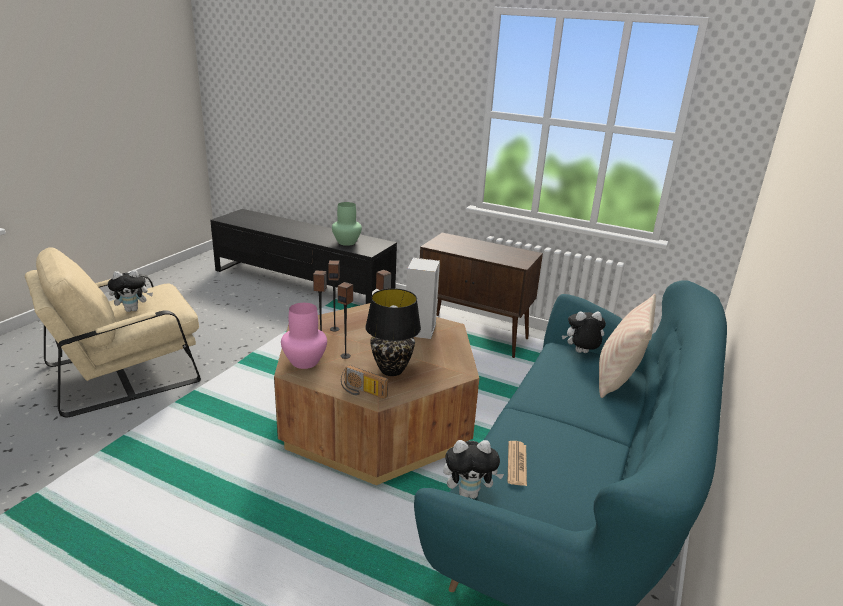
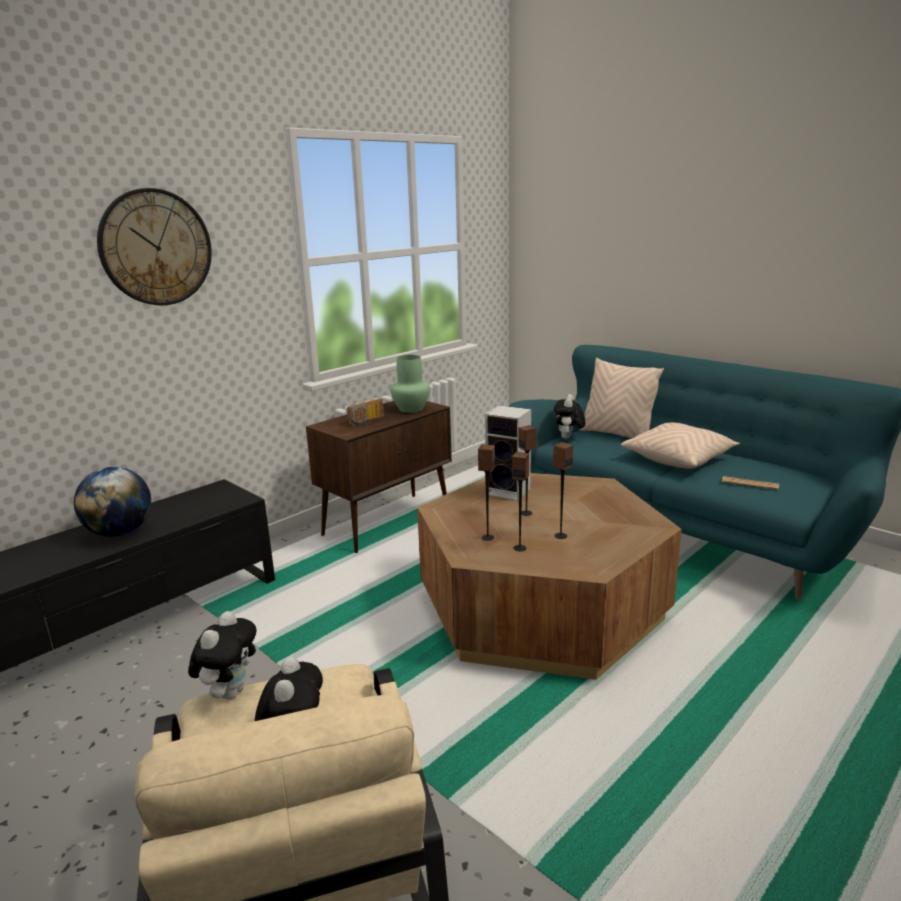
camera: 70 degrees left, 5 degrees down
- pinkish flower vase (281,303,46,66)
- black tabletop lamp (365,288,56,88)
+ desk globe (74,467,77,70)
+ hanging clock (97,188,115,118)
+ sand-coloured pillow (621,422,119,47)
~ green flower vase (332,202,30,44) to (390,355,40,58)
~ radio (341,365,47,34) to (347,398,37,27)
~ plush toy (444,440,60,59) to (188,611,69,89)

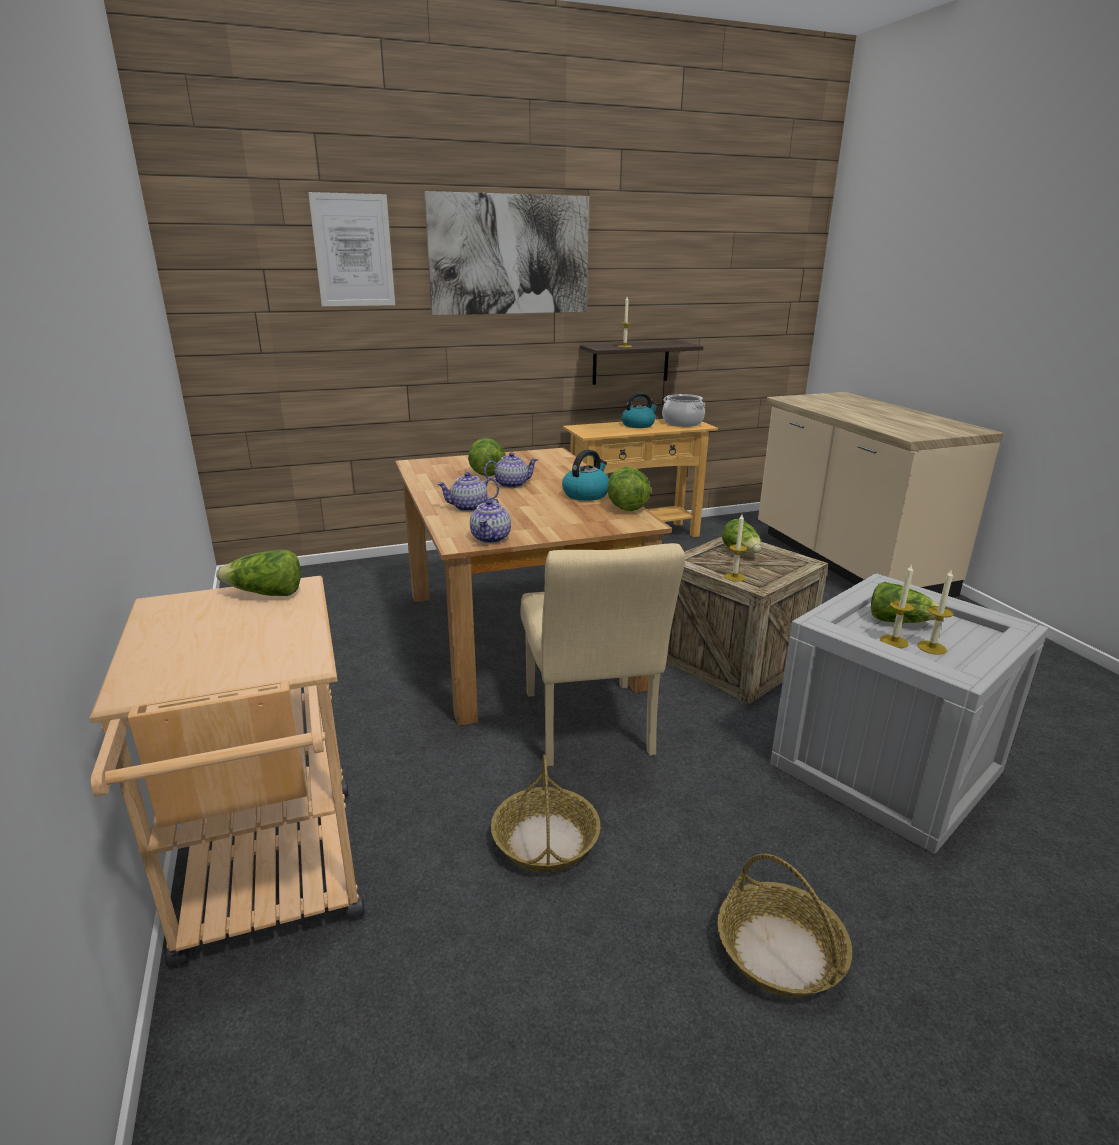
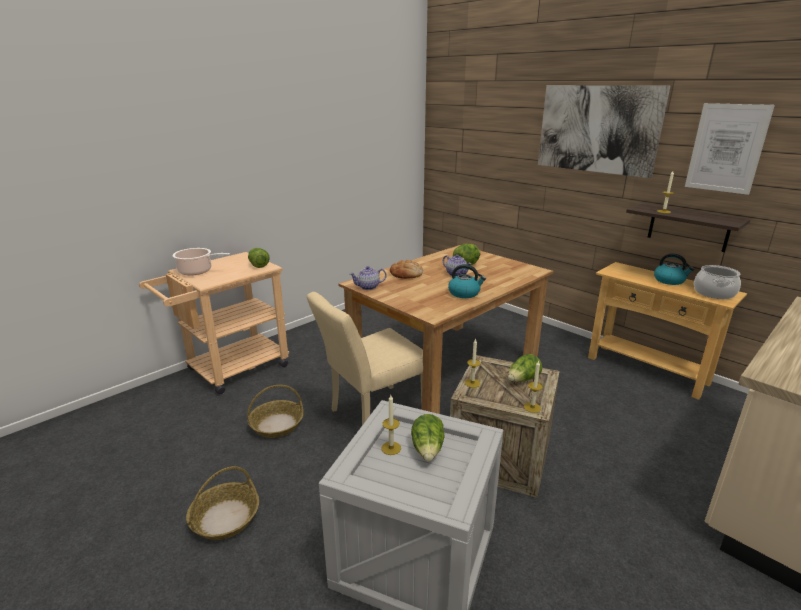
camera: 65 degrees right, 0 degrees up
- lettuce head (608,467,43,44)
+ saucepot (172,248,58,28)
~ wall picture (308,192,87,114) to (685,103,90,92)
~ candle (917,570,36,85) to (524,360,19,53)
~ teapot (437,472,62,40) to baked bread (390,260,33,19)

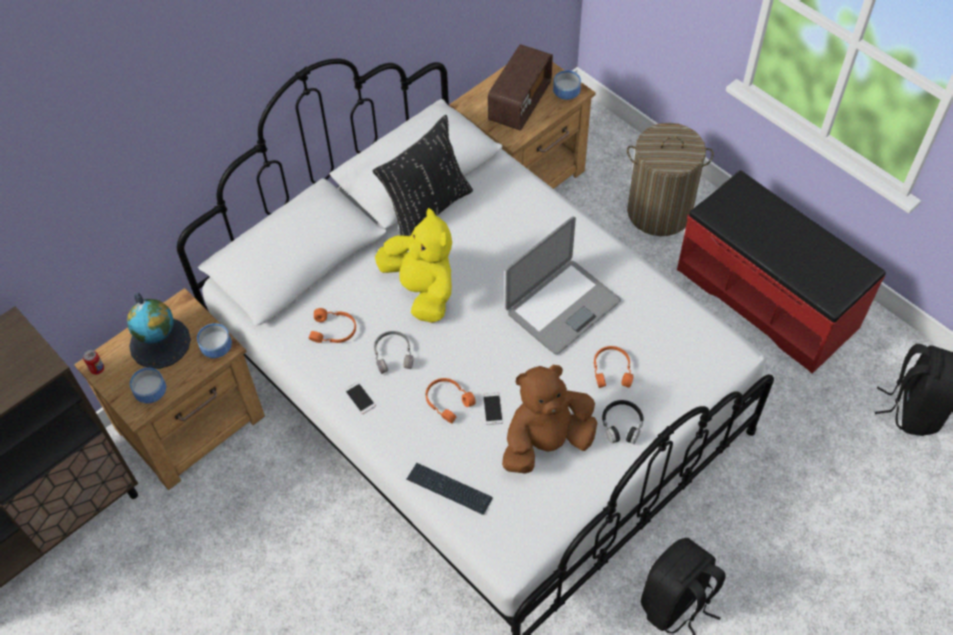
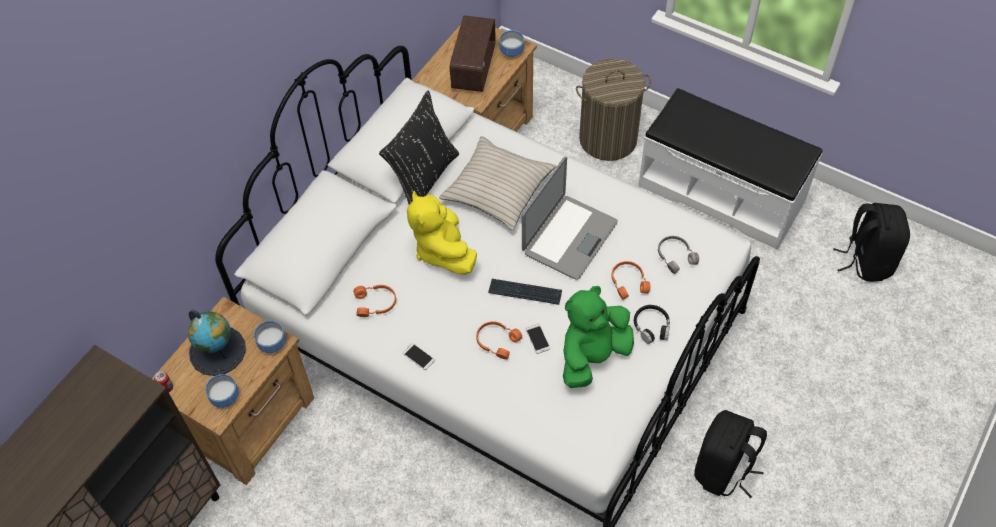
camera: 15 degrees left, 0 degrees up
+ sand-coloured pillow (439,136,117,94)
~ grey headphones (374,331,39,43) to (658,236,41,38)
~ keyboard (407,463,86,52) to (488,279,74,26)
~ brown-coloured plush toy (502,365,95,109) to green plush toy (563,286,71,102)
~ reddish bench (677,170,209,204) to white bench (638,88,185,162)
~ yellow-coloured plush toy (375,208,77,115) = (407,191,70,84) 150 degrees counterclockwise

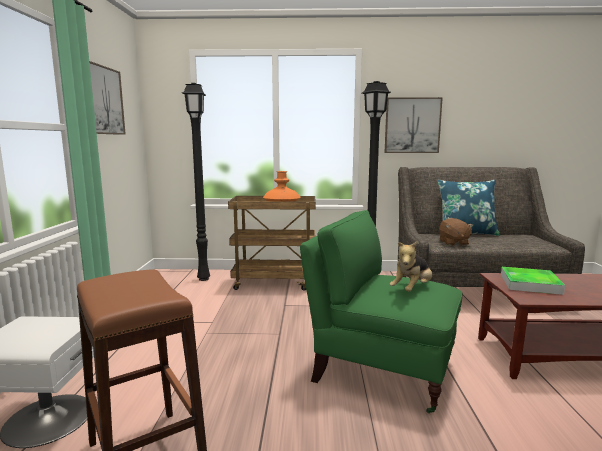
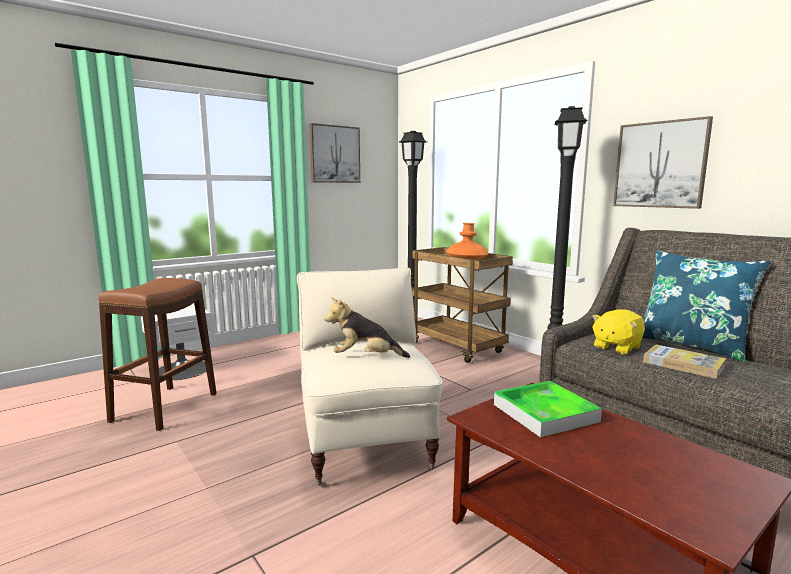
camera: 50 degrees right, 0 degrees up
+ volume (643,344,83,35)
~ green armchair (300,210,163,203) to sand-coloured armchair (297,268,145,217)
~ brown-coloured plush toy (439,218,35,28) to yellow-coloured plush toy (592,309,53,46)

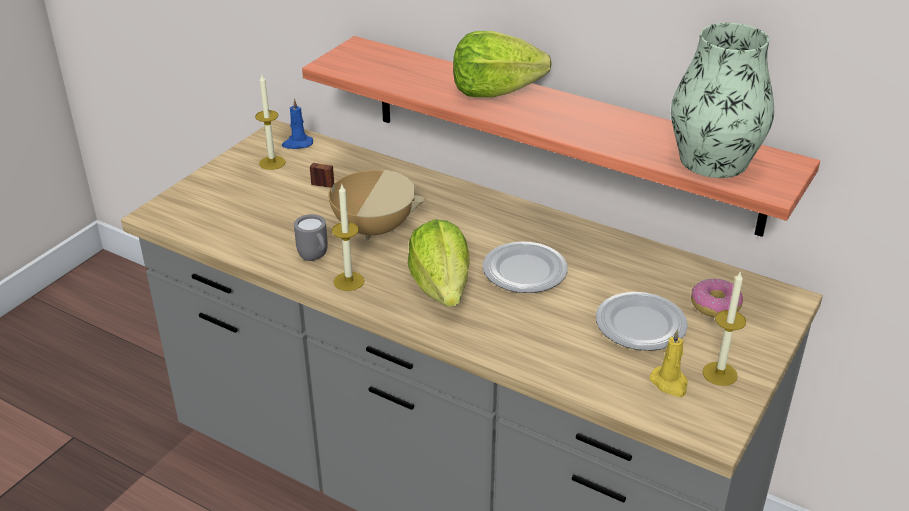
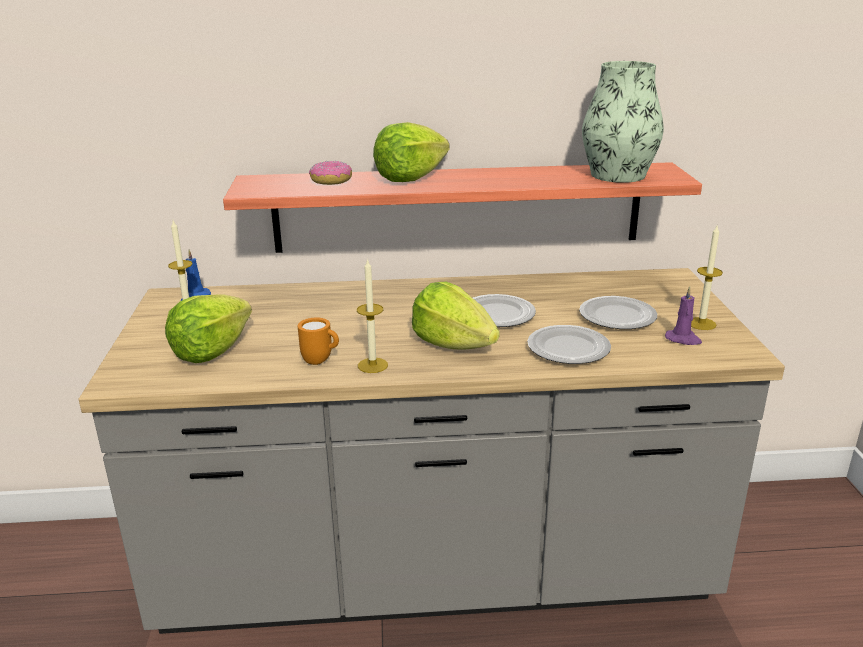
camera: 35 degrees left, 10 degrees down
- sand-coloured saucepot (310,163,115,77)
+ lettuce head (165,294,87,69)
+ flat dish (527,325,84,39)
~ ring doughnut (691,279,52,38) to (309,161,43,24)
~ grey mug (294,214,34,47) to orange-coloured mug (298,318,41,47)
~ yellow-coloured candle (650,329,38,68) to purple-coloured candle (665,286,37,59)

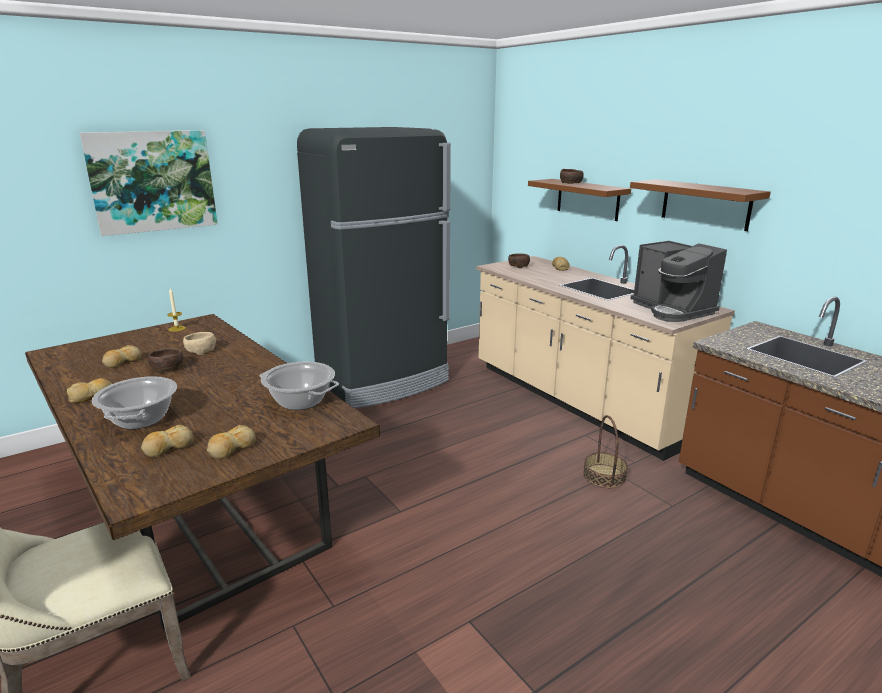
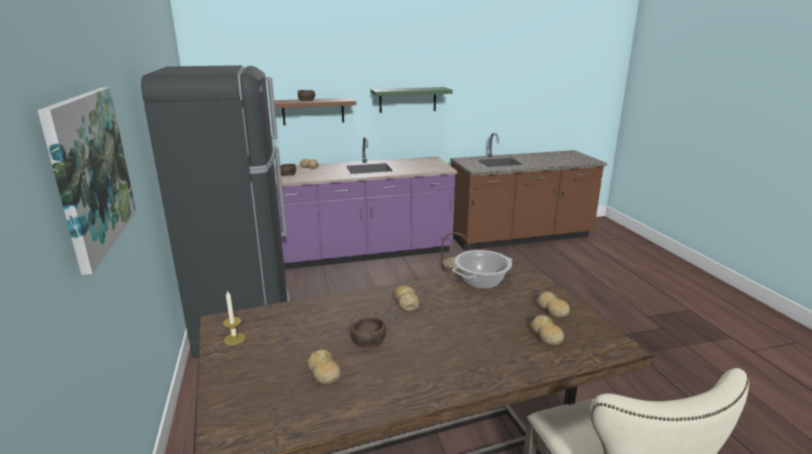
camera: 70 degrees left, 0 degrees up
- saucepot (92,376,85,53)
- sand-coloured serving bowl (183,332,33,23)
- coffee maker (630,241,97,81)
~ baked bread (67,378,45,25) to (394,286,25,25)
~ sand-coloured kitchen base unit (476,245,259,216) to purple-coloured kitchen base unit (274,136,184,134)
~ brown-coloured shelf (630,179,141,52) to green shelf (370,87,82,26)

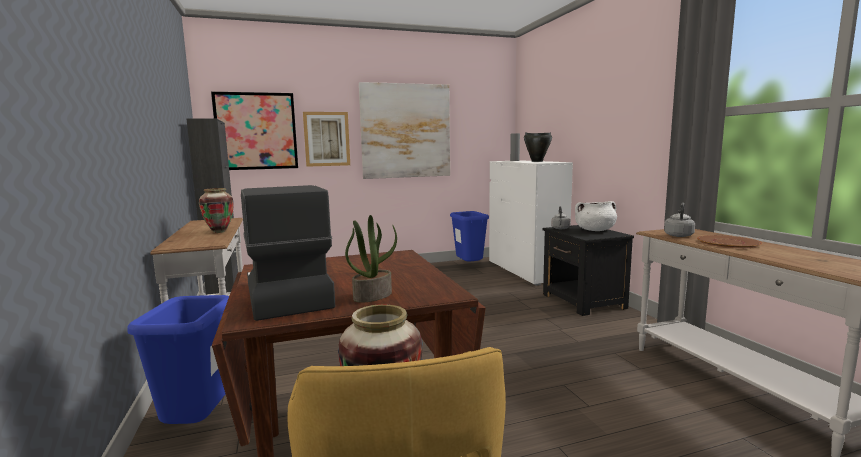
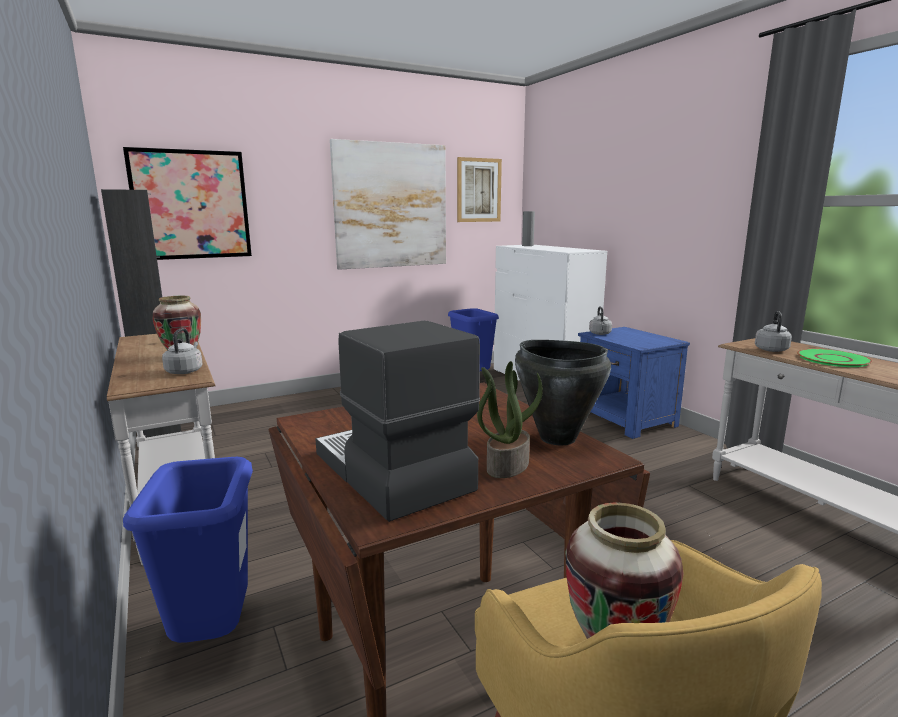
camera: 10 degrees left, 5 degrees up
- white saucepot (575,201,42,30)
+ grey kettle (162,328,41,46)
~ wall picture (303,112,47,55) to (457,157,45,65)
~ black saucepot (524,132,28,30) to (515,340,96,106)
~ black nightstand (543,225,91,91) to bluish nightstand (578,327,112,112)
~ brown-coloured flat dish (697,235,65,13) to green flat dish (797,349,76,18)

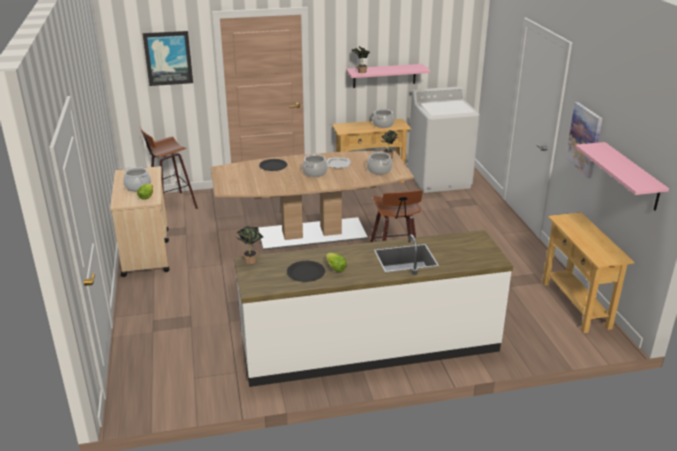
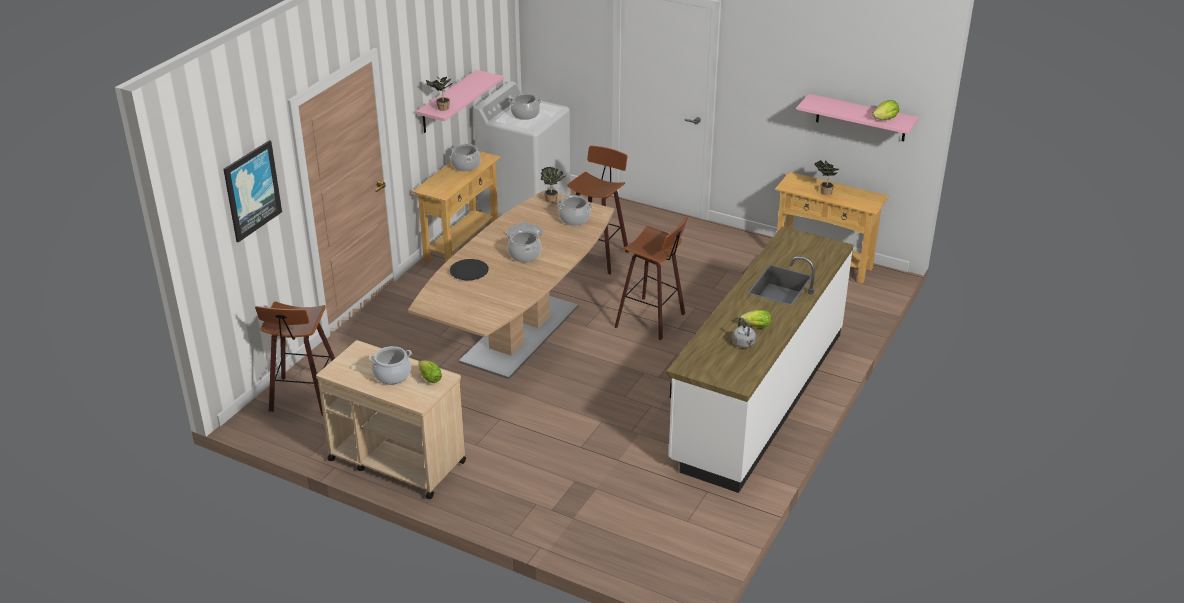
camera: 50 degrees left, 5 degrees up
- wall picture (565,102,38,76)
+ saucepot (509,93,32,27)
+ sitting stool (567,146,62,129)
+ lettuce head (872,100,27,20)
~ potted plant (236,226,27,38) to (814,160,25,35)
~ black flat dish (287,261,38,21) to grey kettle (732,318,24,30)

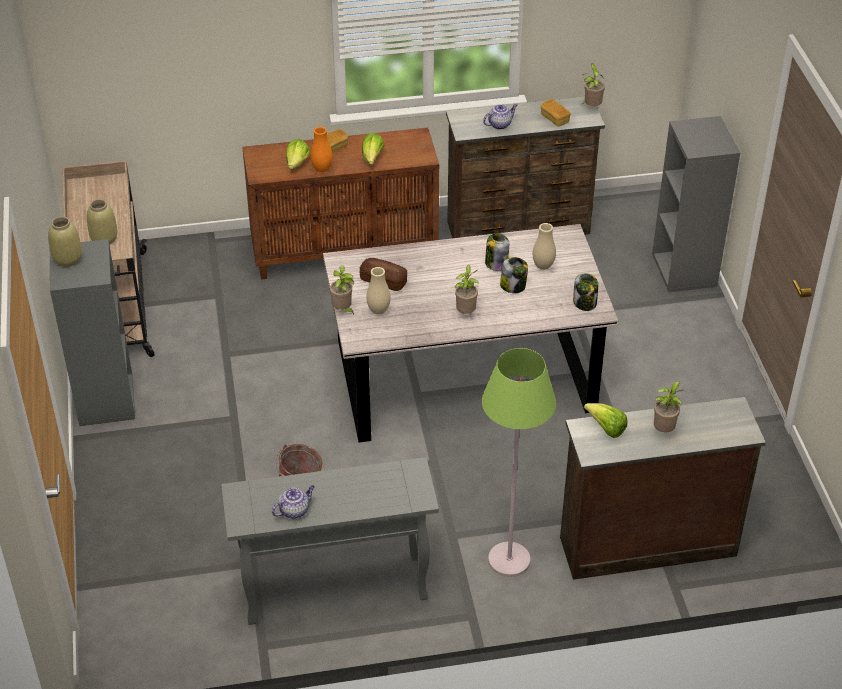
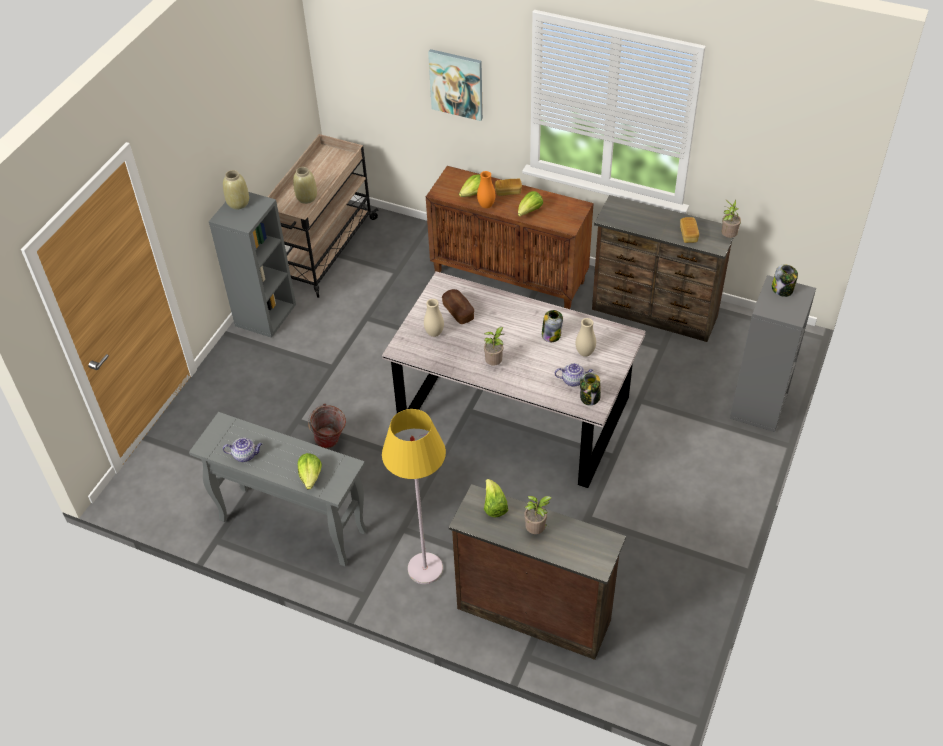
camera: 35 degrees right, 5 degrees up
- potted plant (330,266,24,48)
+ lettuce head (297,453,25,36)
+ wall picture (428,49,55,72)
~ teapot (483,104,34,26) to (555,363,38,23)
~ preserve jar (500,257,28,36) to (772,264,26,33)
~ green standing lamp (482,348,74,229) to yellow-coloured standing lamp (382,409,64,175)

